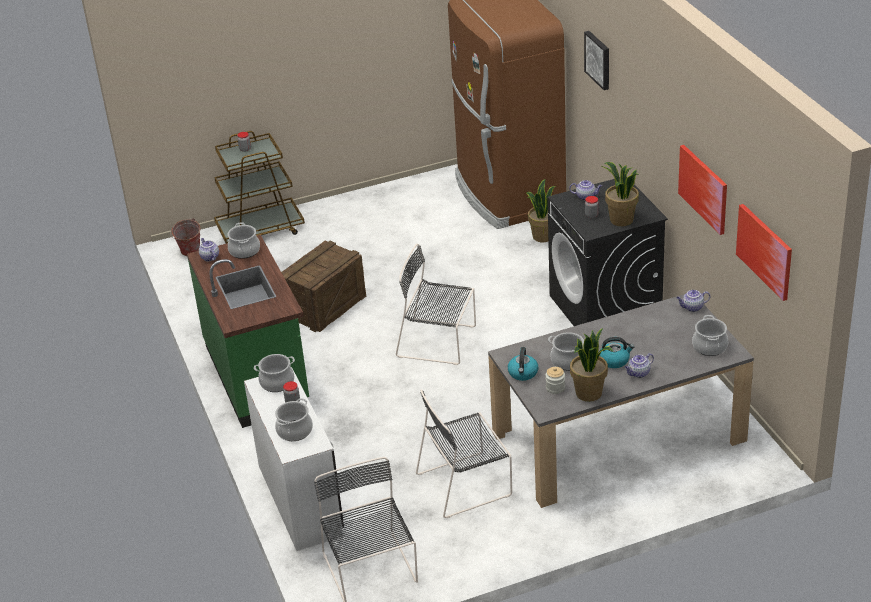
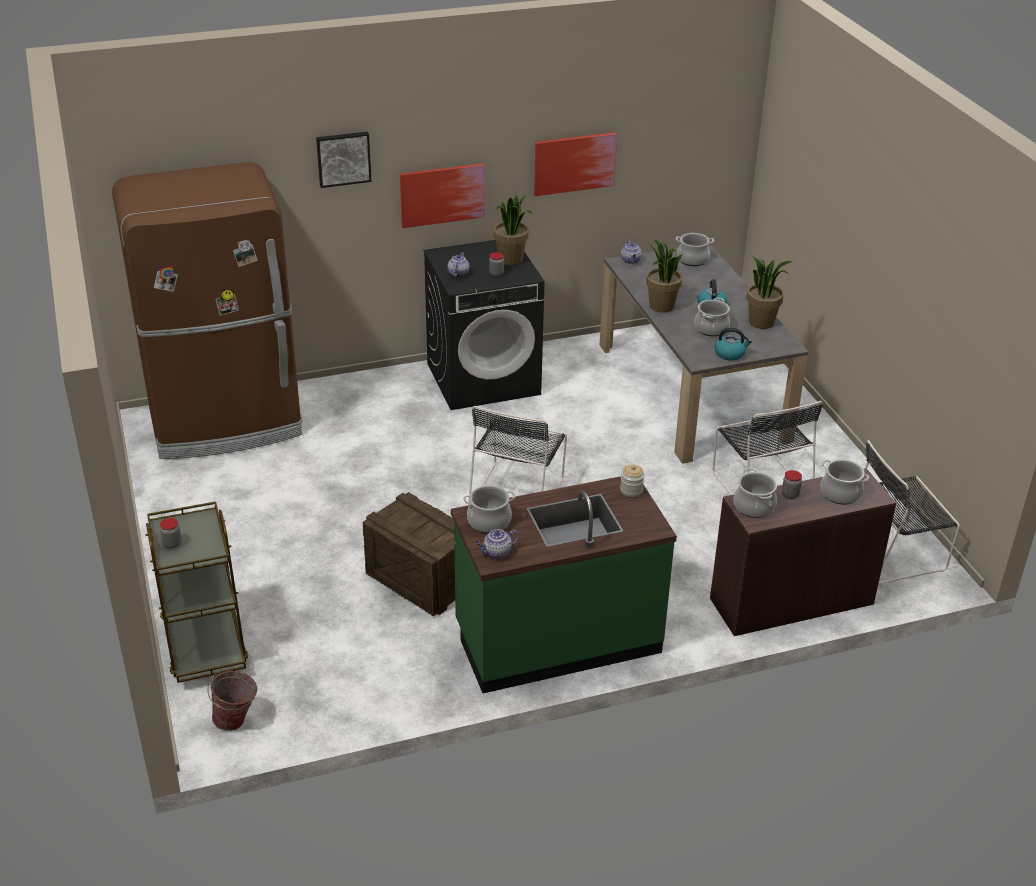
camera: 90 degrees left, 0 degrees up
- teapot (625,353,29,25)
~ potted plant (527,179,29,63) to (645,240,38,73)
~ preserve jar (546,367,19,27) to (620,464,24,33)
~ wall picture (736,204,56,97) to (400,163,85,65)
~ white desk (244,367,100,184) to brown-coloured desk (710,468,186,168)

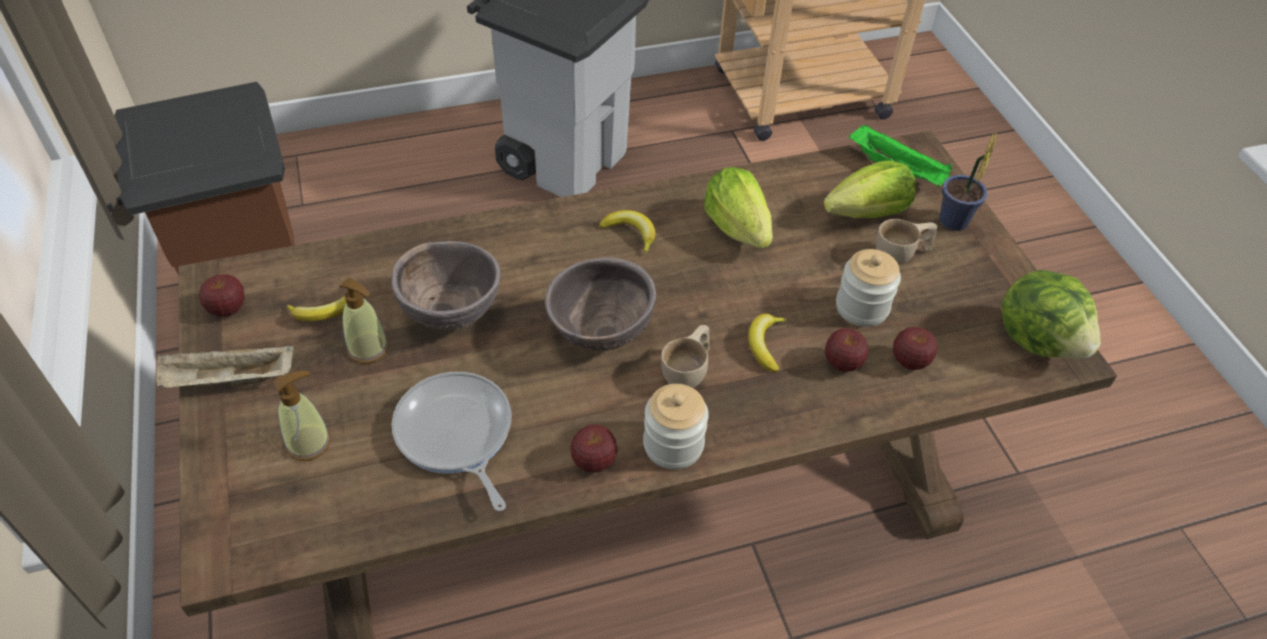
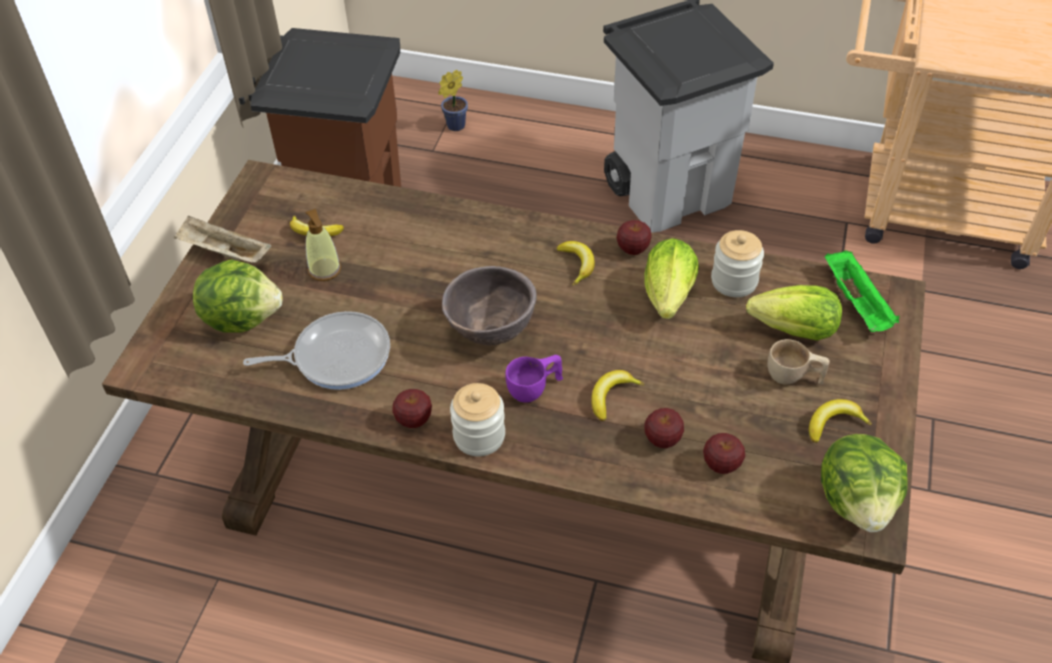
camera: 35 degrees right, 0 degrees up
- brown-coloured serving bowl (391,241,110,90)
+ banana fruit (809,399,63,44)
~ apple (199,274,46,43) to (617,220,35,35)
~ preserve jar (836,249,65,78) to (711,230,53,67)
~ potted plant (939,132,58,99) to (439,70,29,61)
~ liquid soap bottle (273,371,58,90) to lettuce head (193,259,90,74)
~ sand-coloured drinking cup (661,325,49,63) to purple-coloured drinking cup (505,355,58,48)
~ pan (392,372,120,139) = (243,311,147,79) 75 degrees clockwise

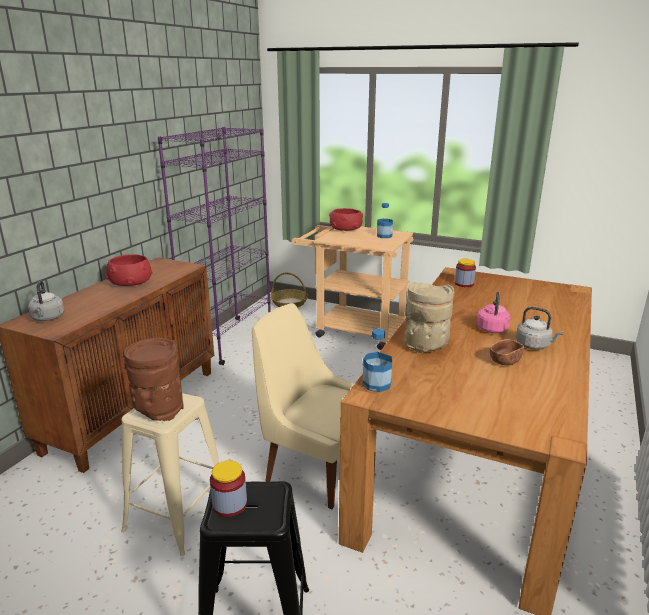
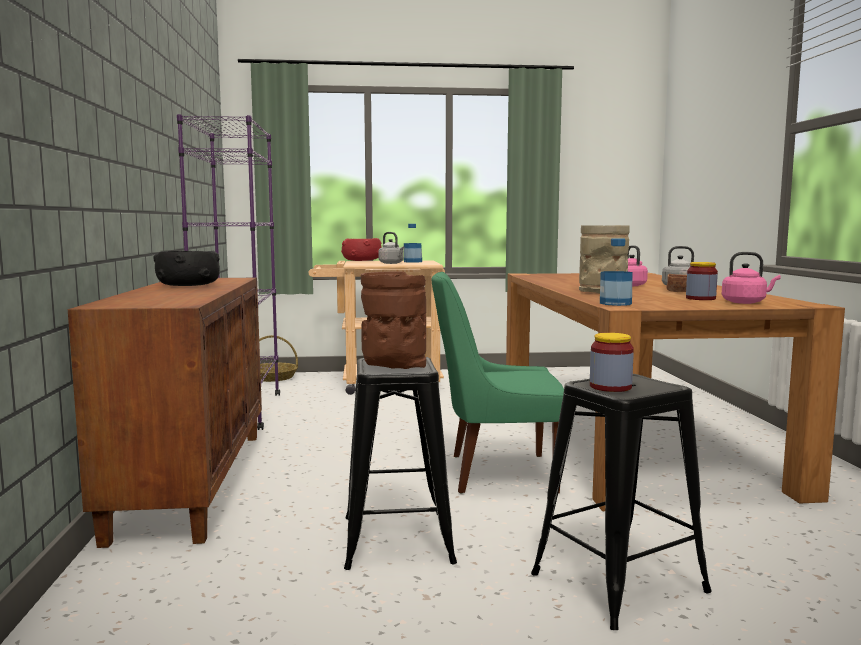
camera: 30 degrees left, 15 degrees down
+ pinkish kettle (722,252,59,52)
~ grey kettle (28,280,37,41) to (378,232,27,32)
~ preserve jar (455,259,21,28) to (686,262,32,38)
~ reddish serving bowl (105,254,48,32) to black serving bowl (153,250,67,36)
~ sand-coloured sitting stool (121,393,98,163) to black sitting stool (344,357,113,213)
~ sand-coloured plain chair (252,303,102,206) to green plain chair (431,272,133,221)

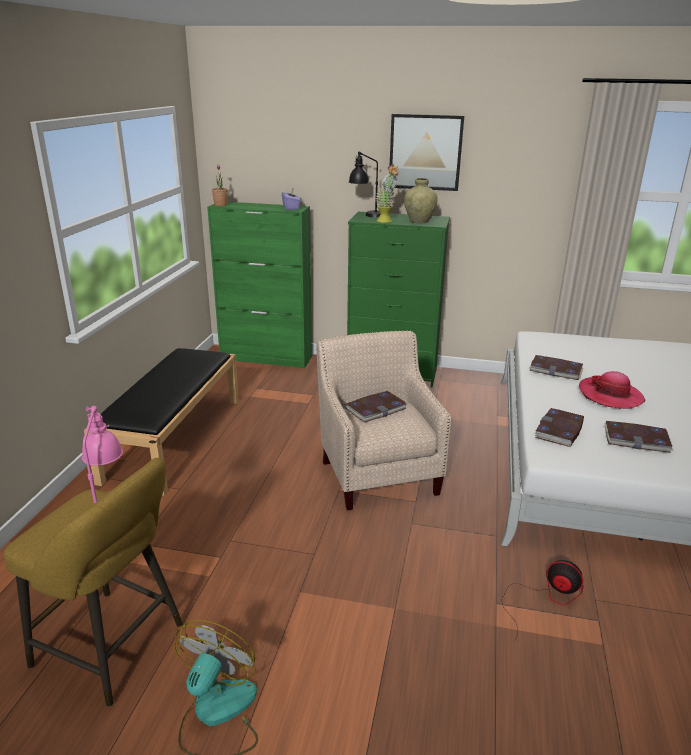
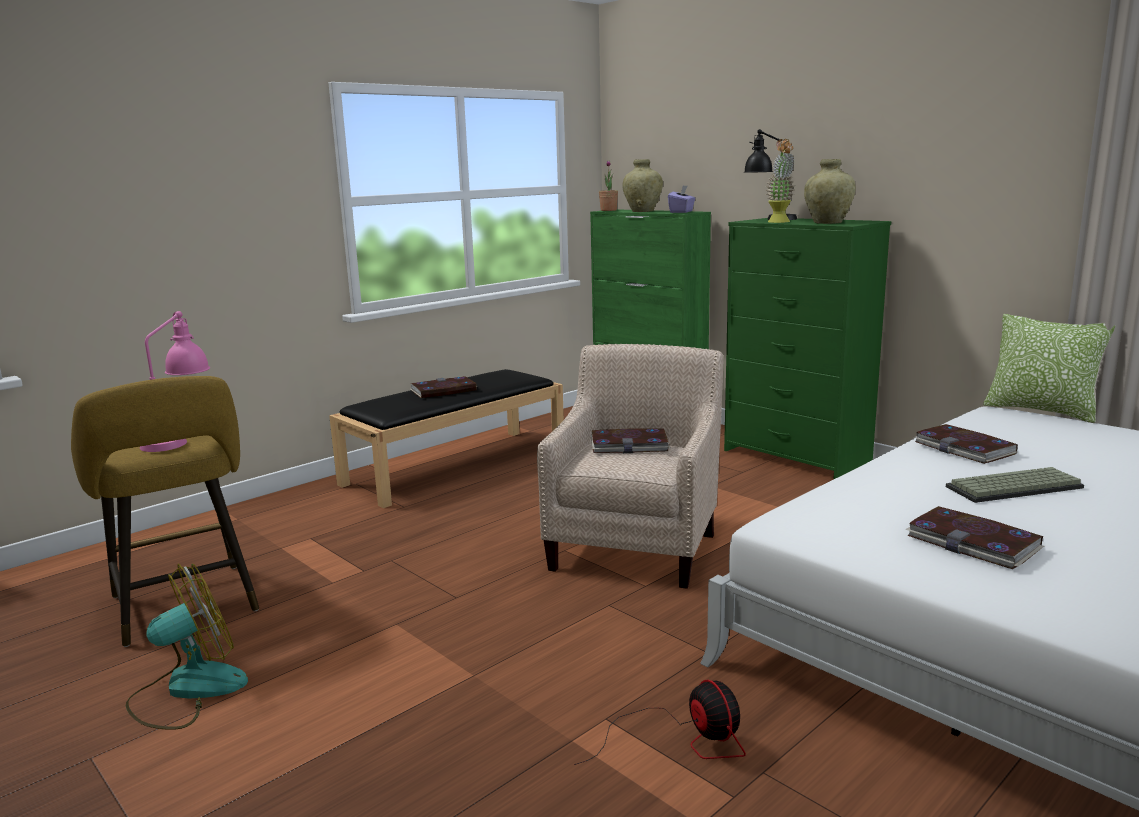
camera: 35 degrees right, 10 degrees down
- wall picture (389,114,75,77)
+ sand-coloured flower vase (623,159,40,53)
+ pillow (983,314,132,109)
~ volume (535,408,49,39) to (410,376,67,22)
~ hat (579,371,66,38) to keyboard (946,467,138,36)

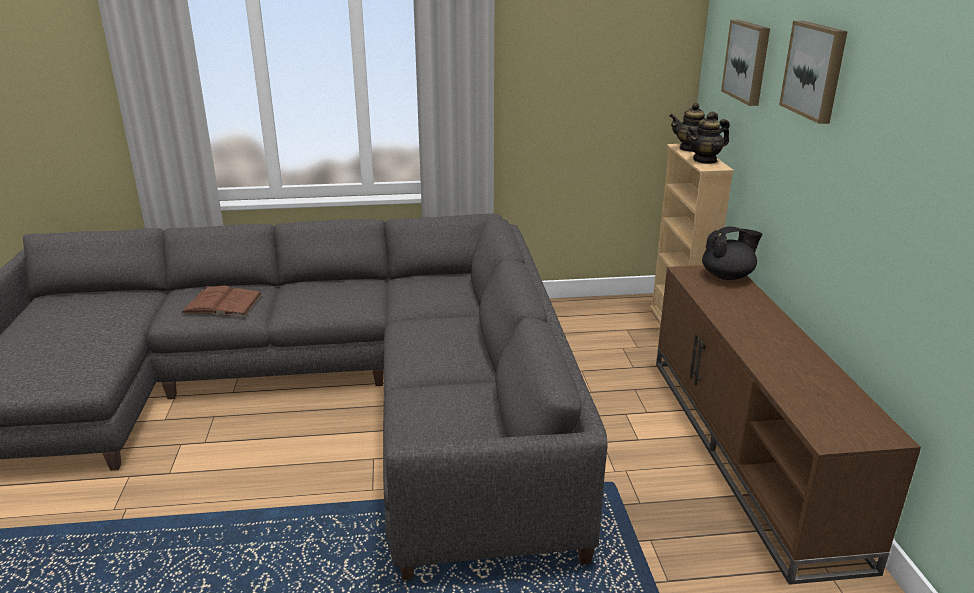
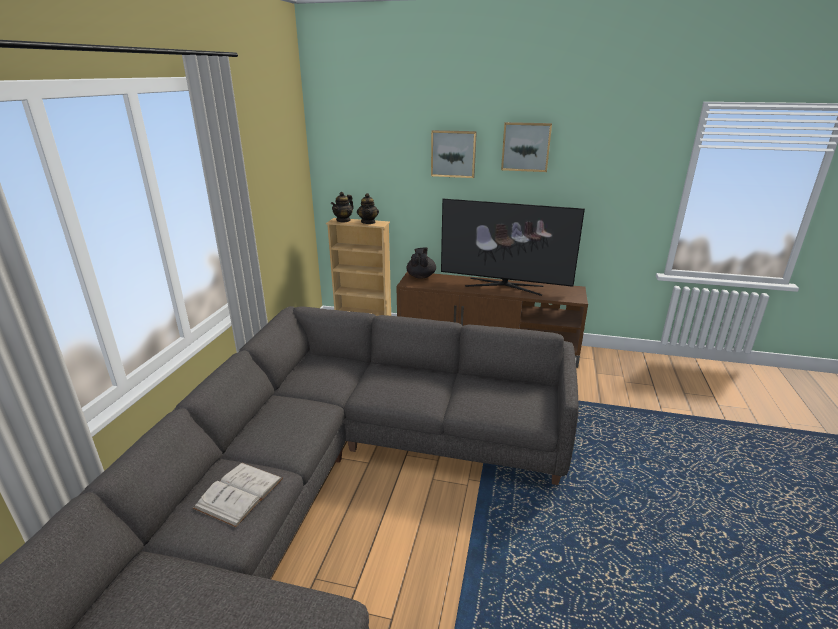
camera: 70 degrees left, 0 degrees up
+ TV set (441,199,144,97)
~ wall picture (721,20,49,86) to (501,122,51,50)
~ brown-coloured volume (181,285,81,31) to white volume (193,463,90,64)

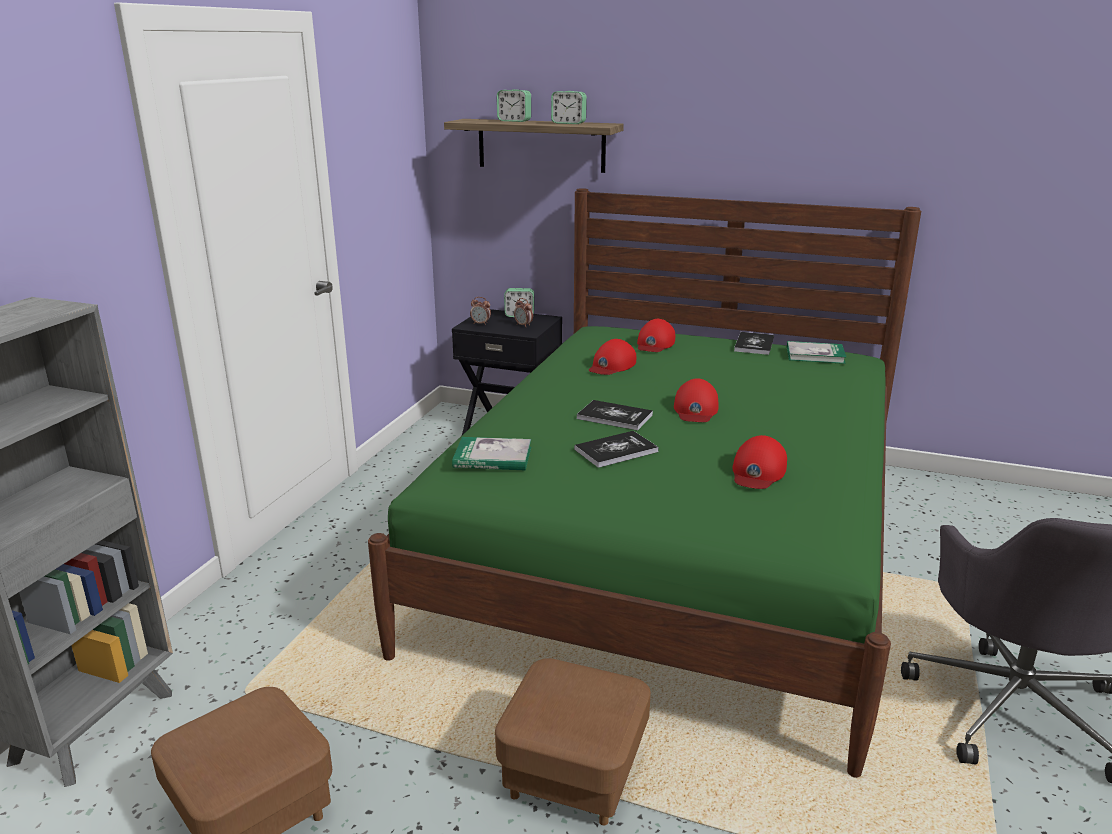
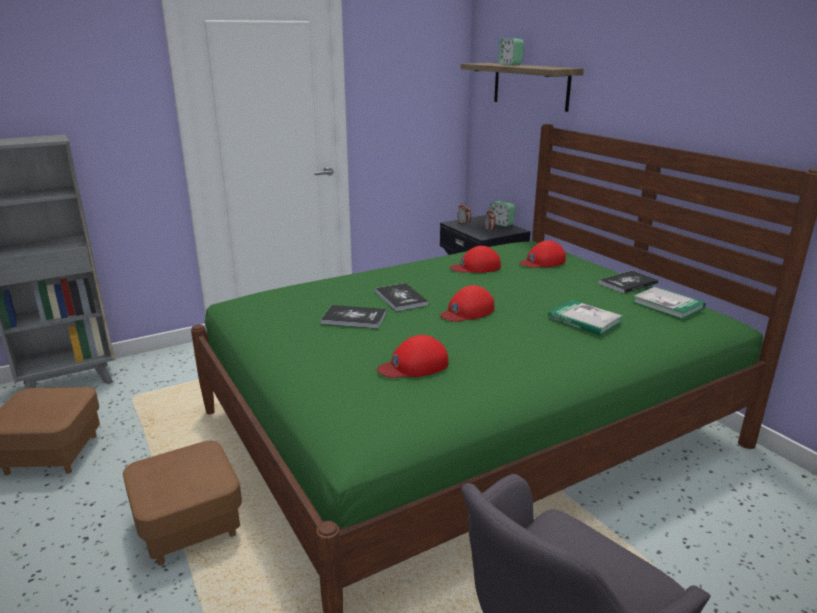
camera: 40 degrees right, 0 degrees up
- table clock (551,91,36,33)
~ volume (452,437,79,33) to (548,300,75,36)

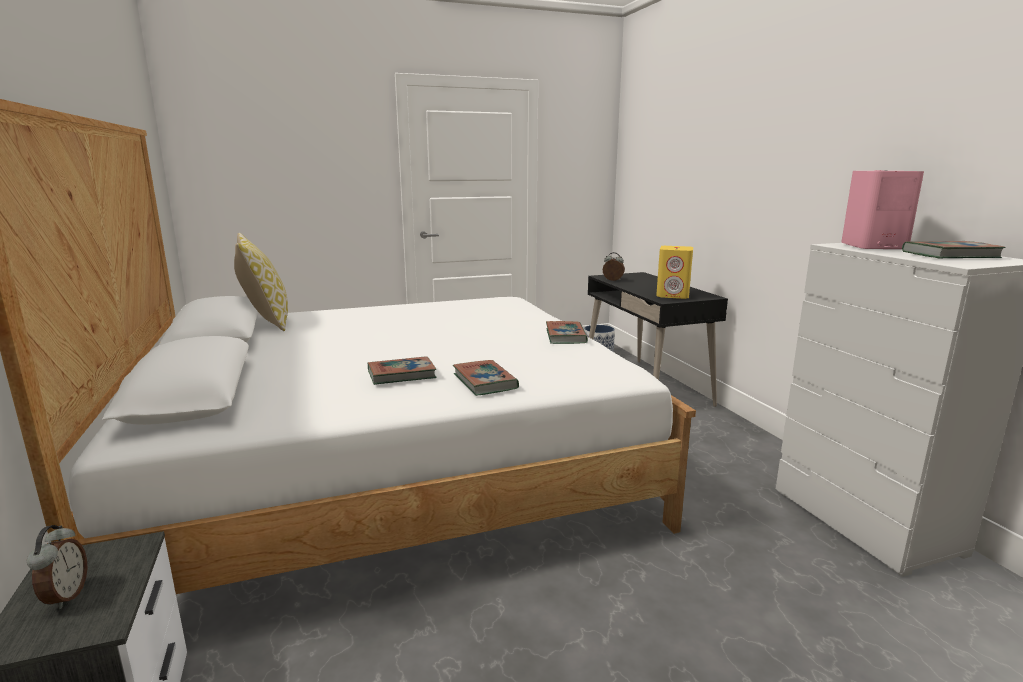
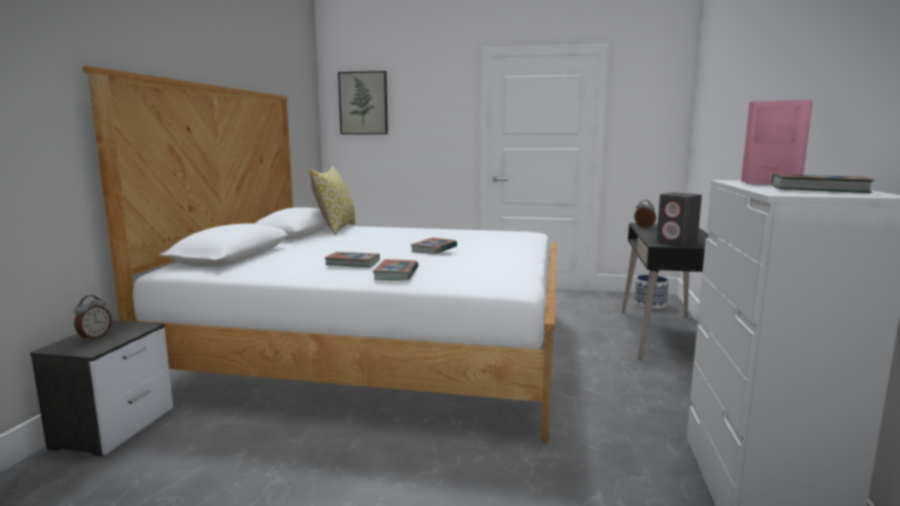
camera: 30 degrees right, 5 degrees down
+ wall picture (338,71,50,63)
~ volume (546,321,42,23) to (411,238,46,16)
~ yellow-coloured loudspeaker (656,246,37,53) to grey loudspeaker (656,192,46,53)

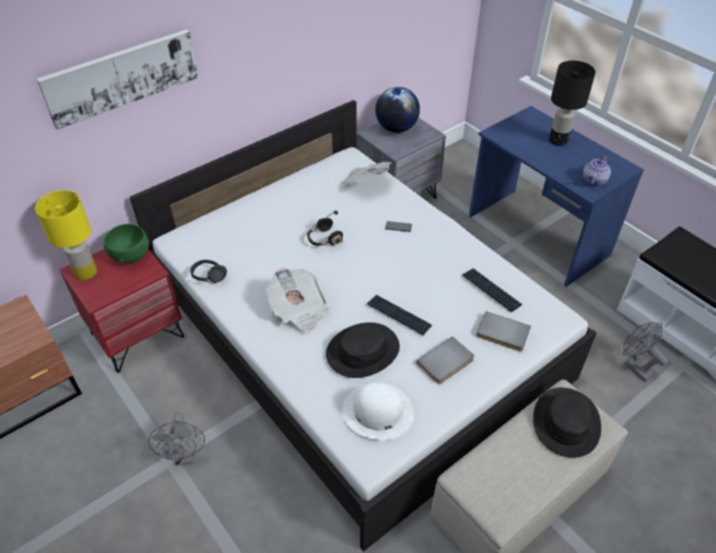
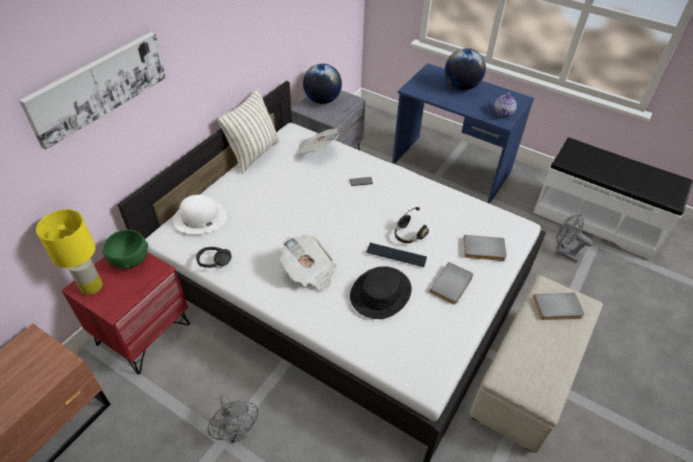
camera: 20 degrees left, 0 degrees up
- keyboard (462,268,60,44)
+ pillow (218,89,62,85)
~ black headphones (307,211,36,35) to (394,207,35,36)
~ white hat (342,382,72,58) to (173,195,54,39)
~ black hat (533,388,68,70) to grey volume (533,293,51,27)
~ black tabletop lamp (549,61,47,85) to desk globe (445,48,41,42)

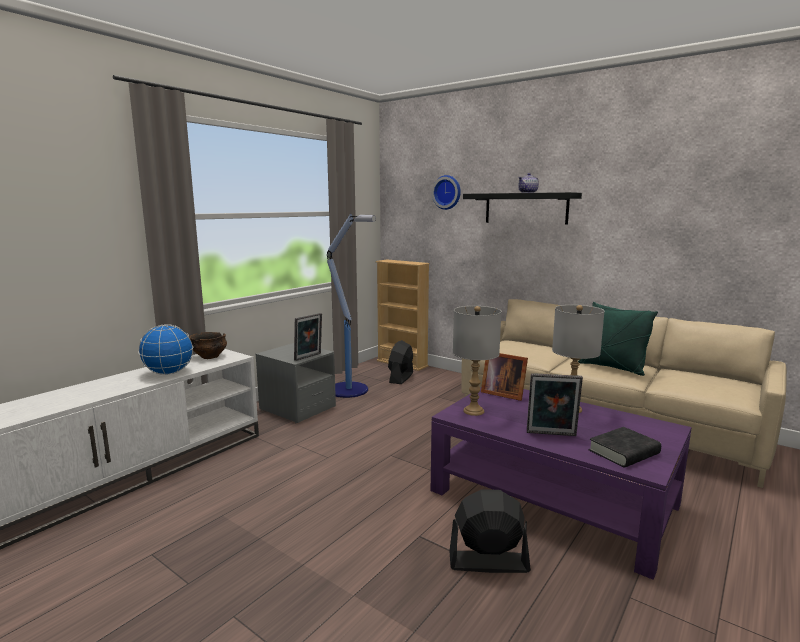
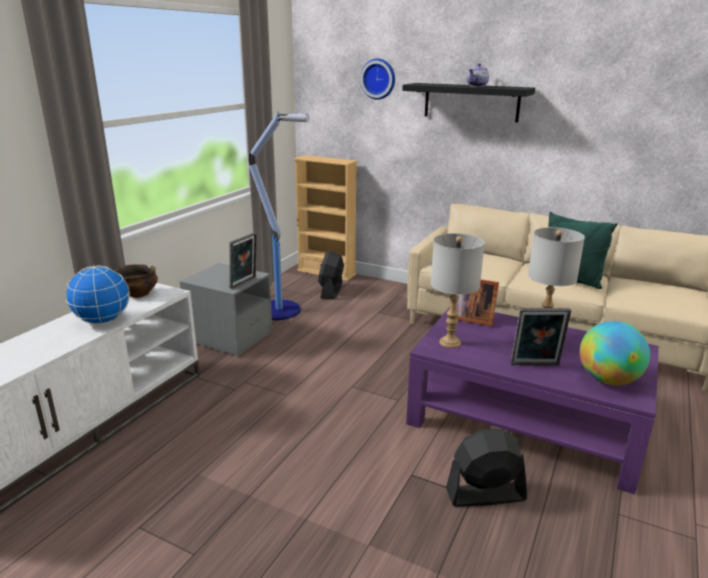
camera: 10 degrees left, 10 degrees up
~ black volume (589,427,72,41) to desk globe (580,321,70,64)

